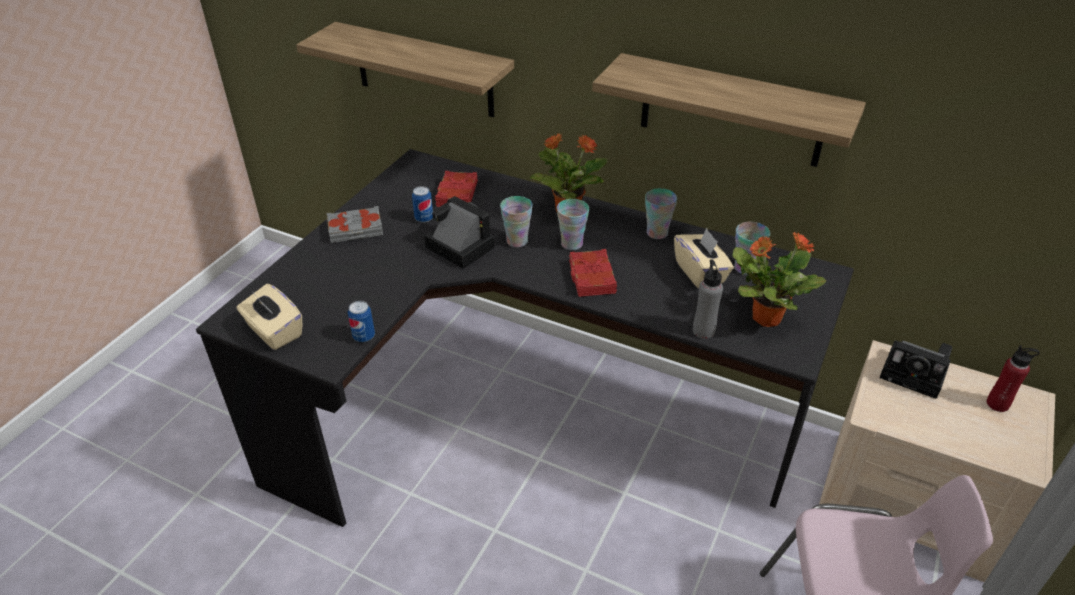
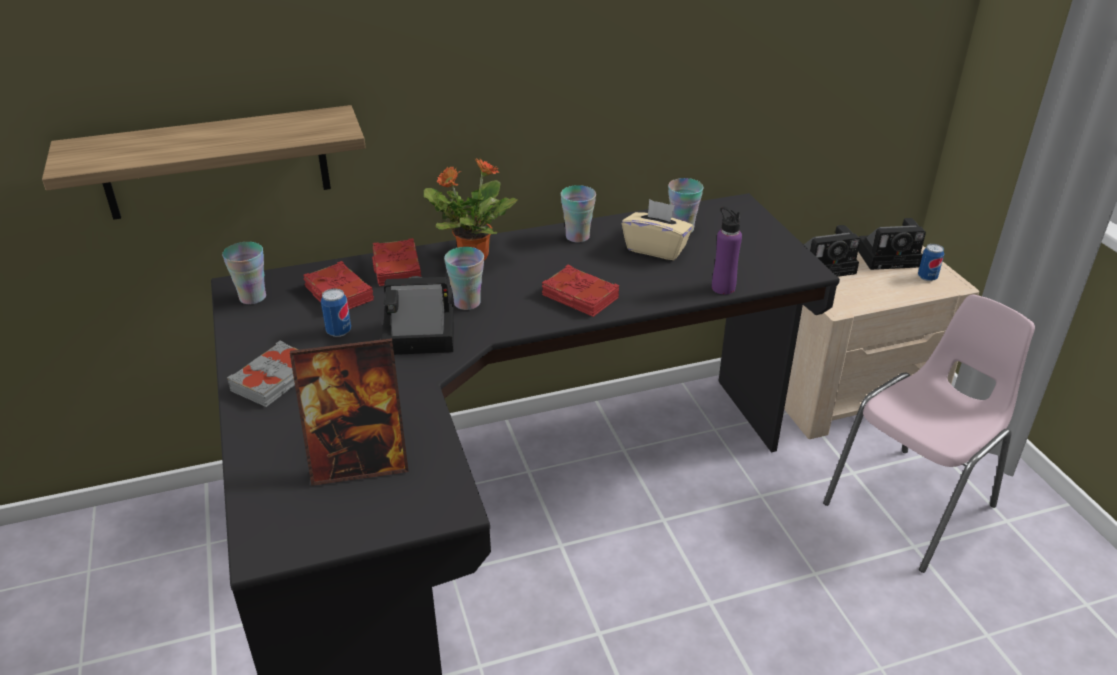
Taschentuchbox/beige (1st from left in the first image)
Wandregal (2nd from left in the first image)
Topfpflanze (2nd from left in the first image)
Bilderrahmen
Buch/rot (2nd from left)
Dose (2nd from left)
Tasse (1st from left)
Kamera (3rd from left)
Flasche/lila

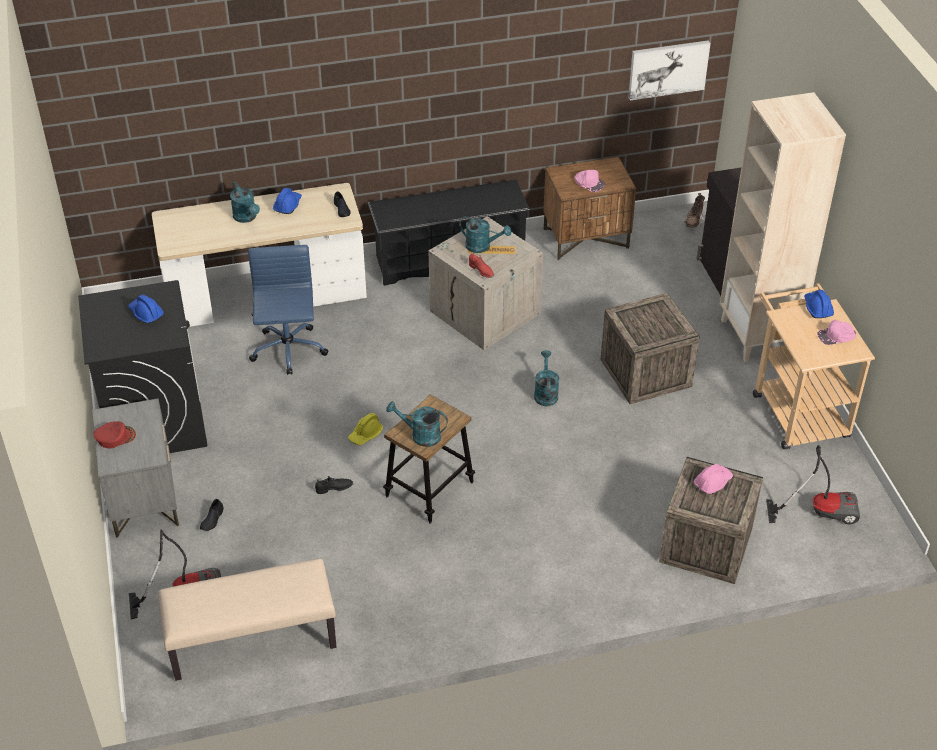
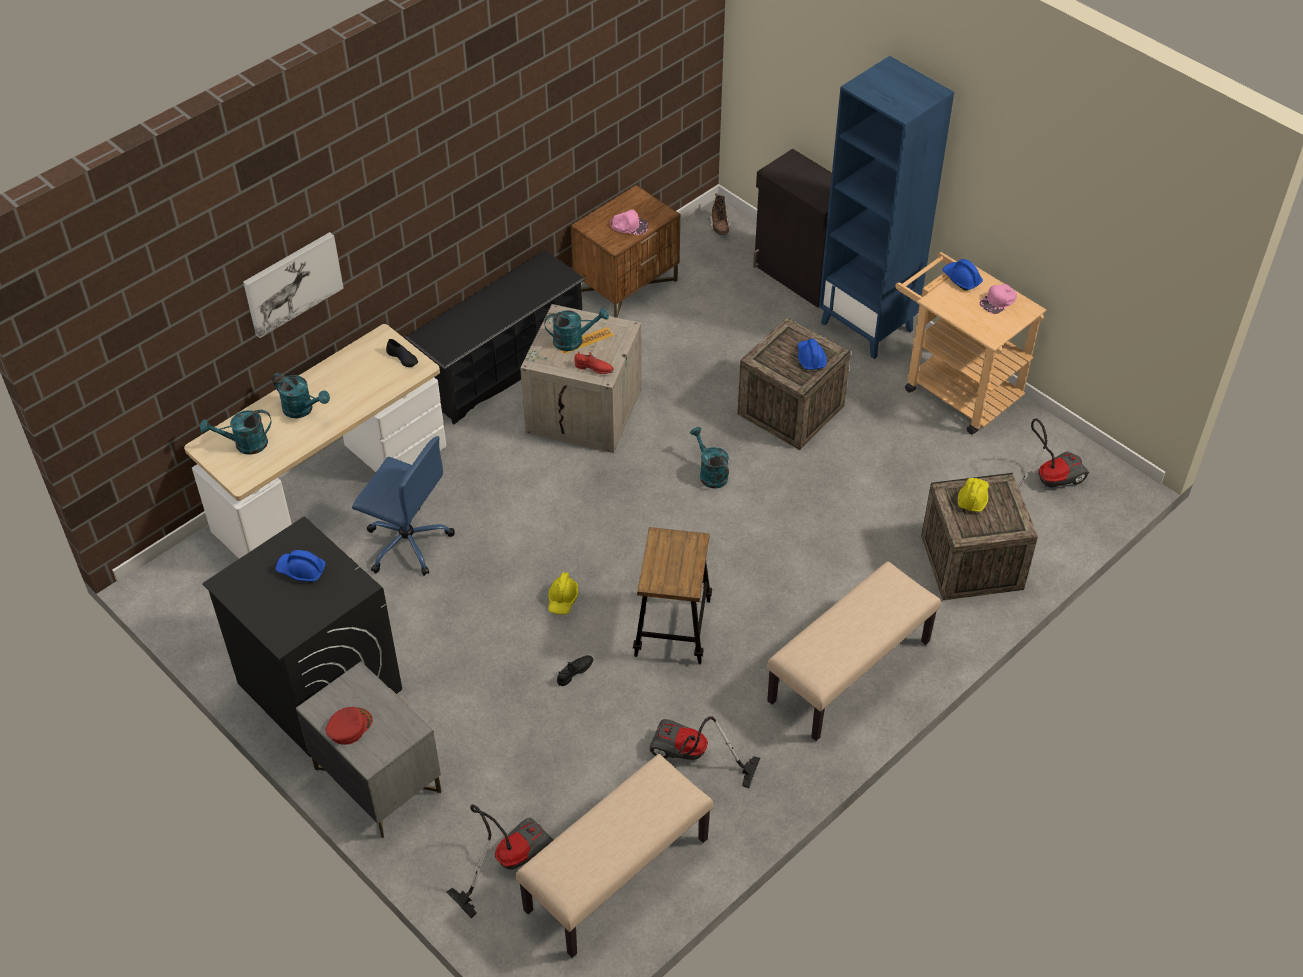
Schuh/schwarz (1st from left in the first image)
Staubsauger (2nd from left)
Bank/beige (2nd from left)
Schutzhelm/blau (2nd from left)
Gießkanne/türkis (1st from left)
Bild
Schutzhelm/gelb (2nd from left)
Bücherregal/blau
Bürostuhl/blau

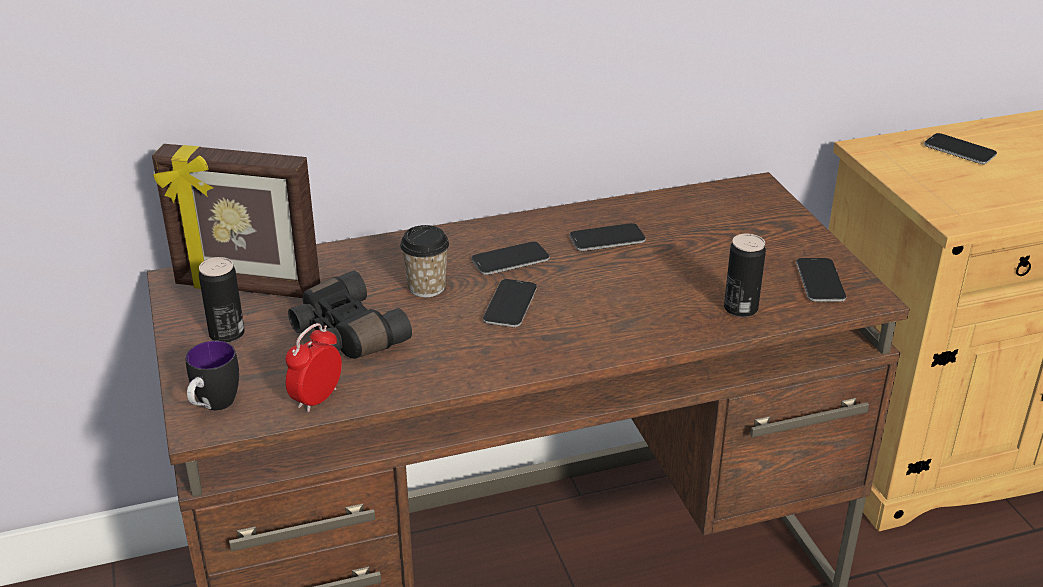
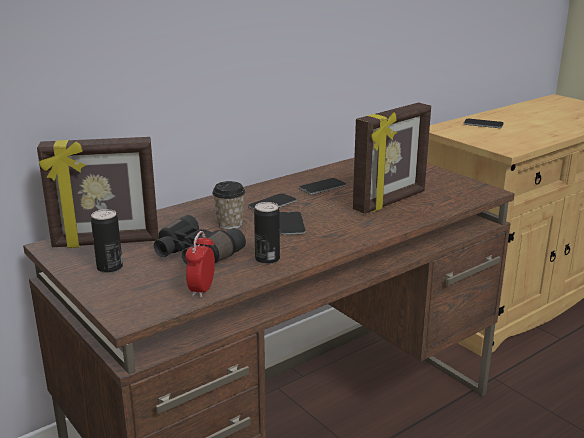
Henkelbecher
Handy (4th from left in the first image)
Bilderrahmen (2nd from left)
Dose (2nd from left)

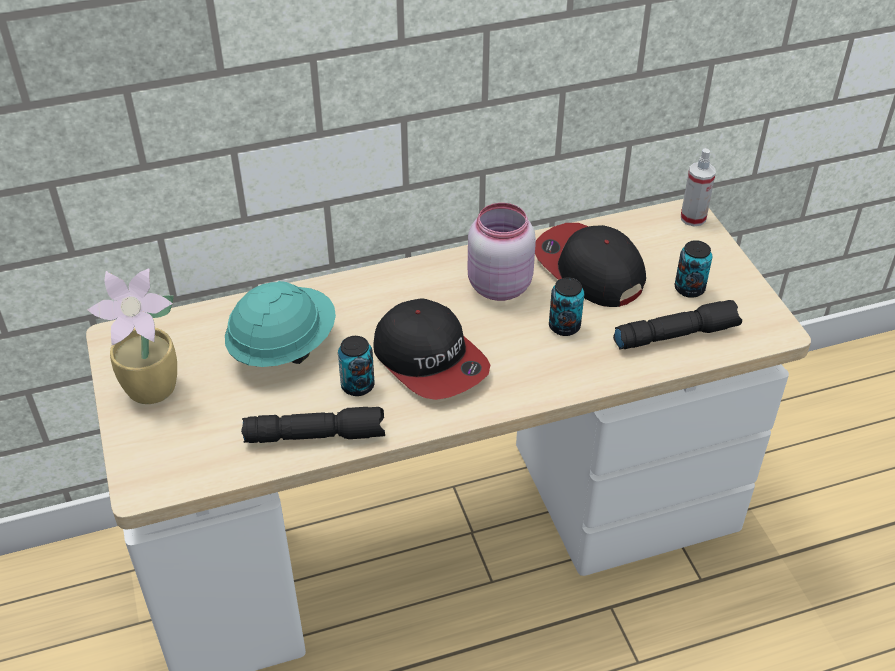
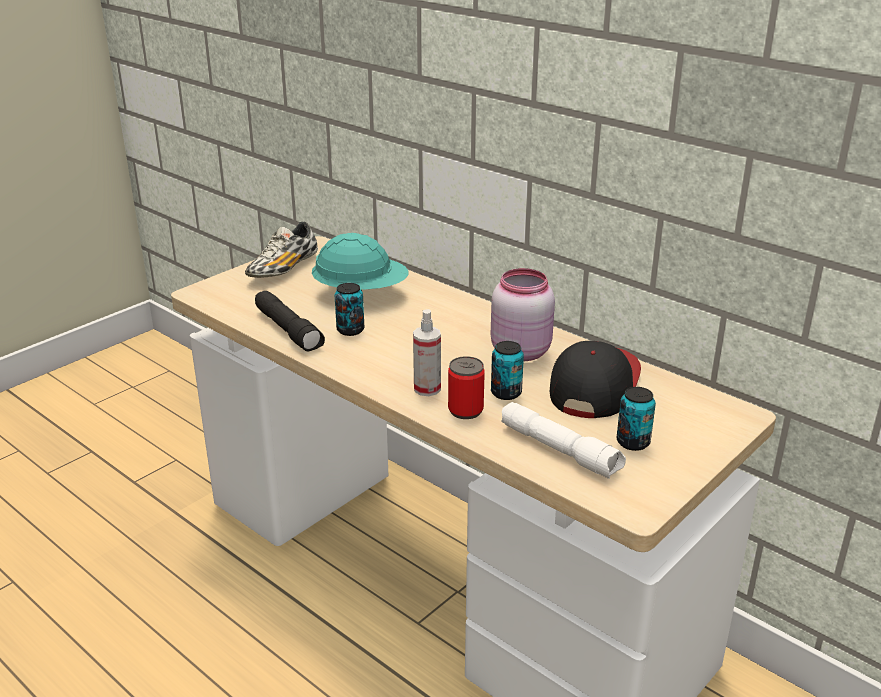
Kappe (1st from left in the first image)
Dose (2nd from left)
Sprühflasche
Schuh
Taschenlampe/weiß

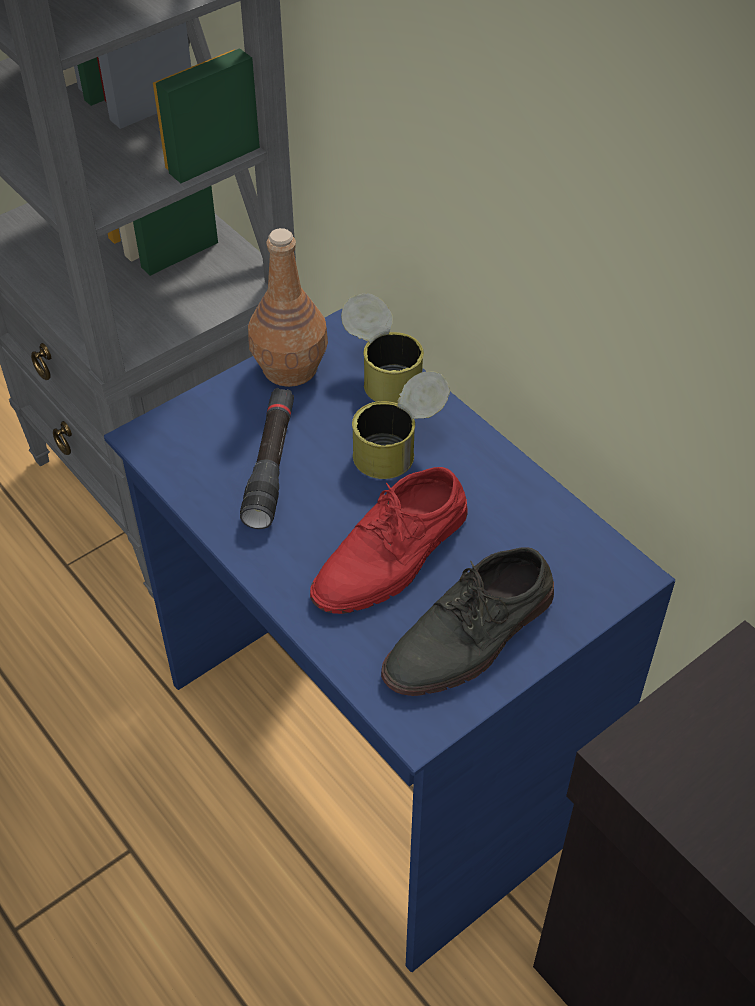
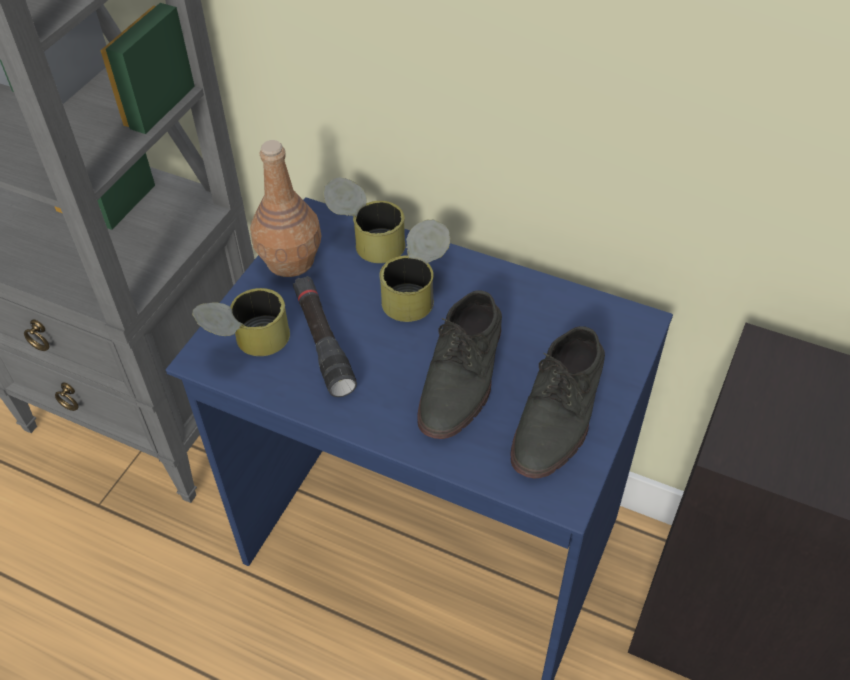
Dose (1st from left)
Schuh/grau (1st from left)

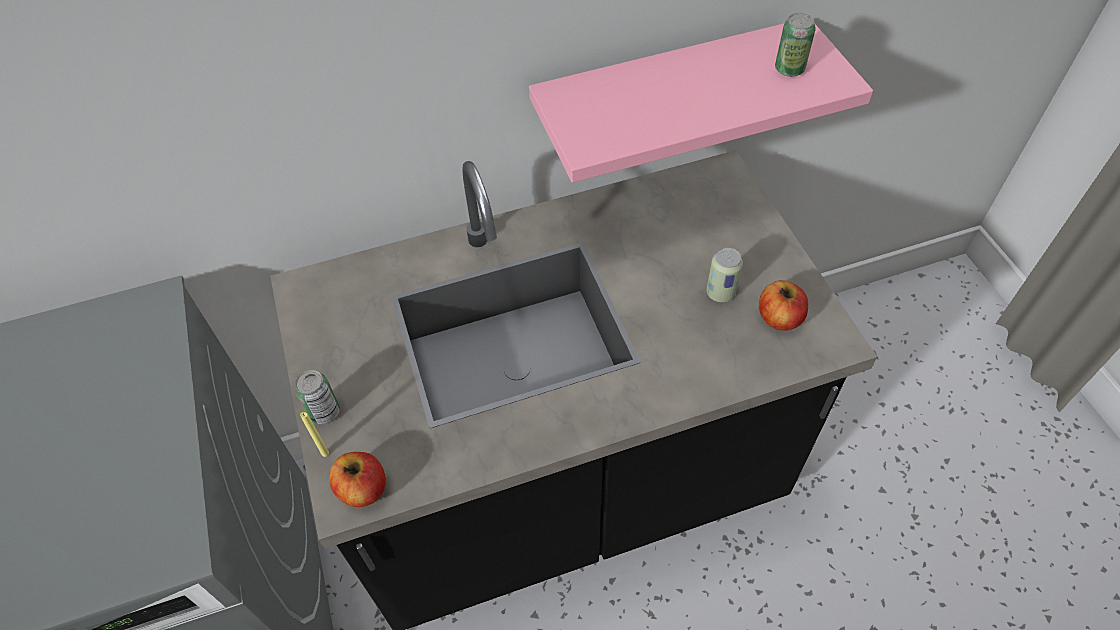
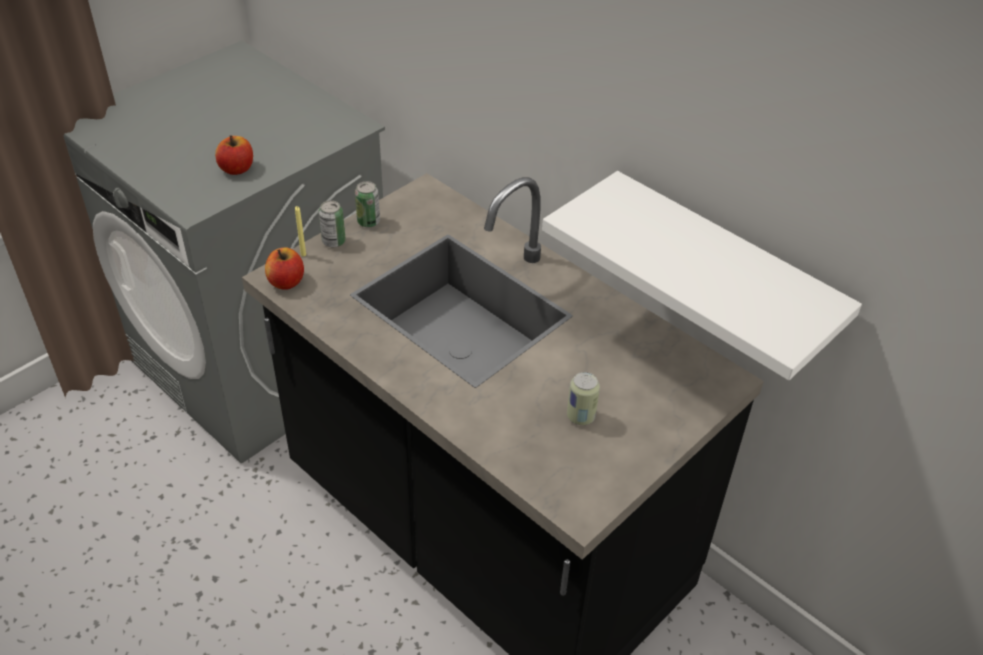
Apfel (1st from left)
Dose (2nd from left)
Wandregal/weiß

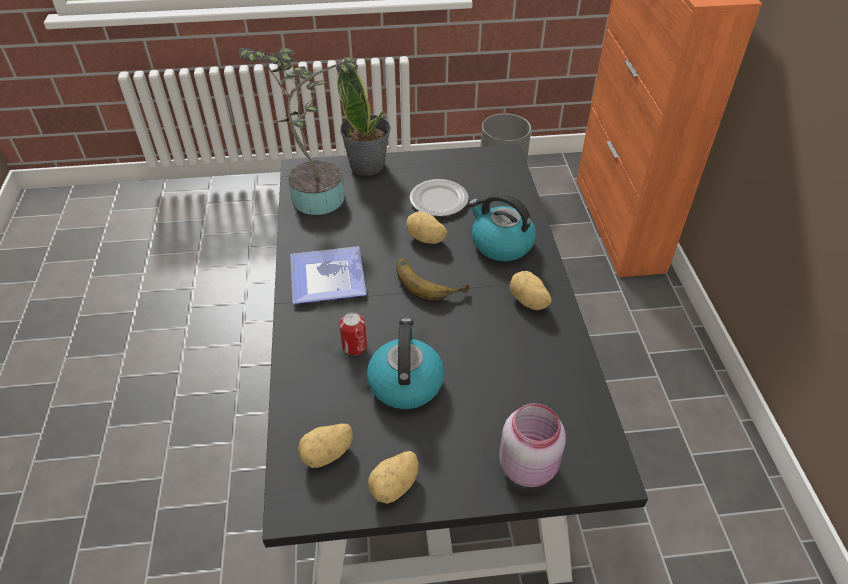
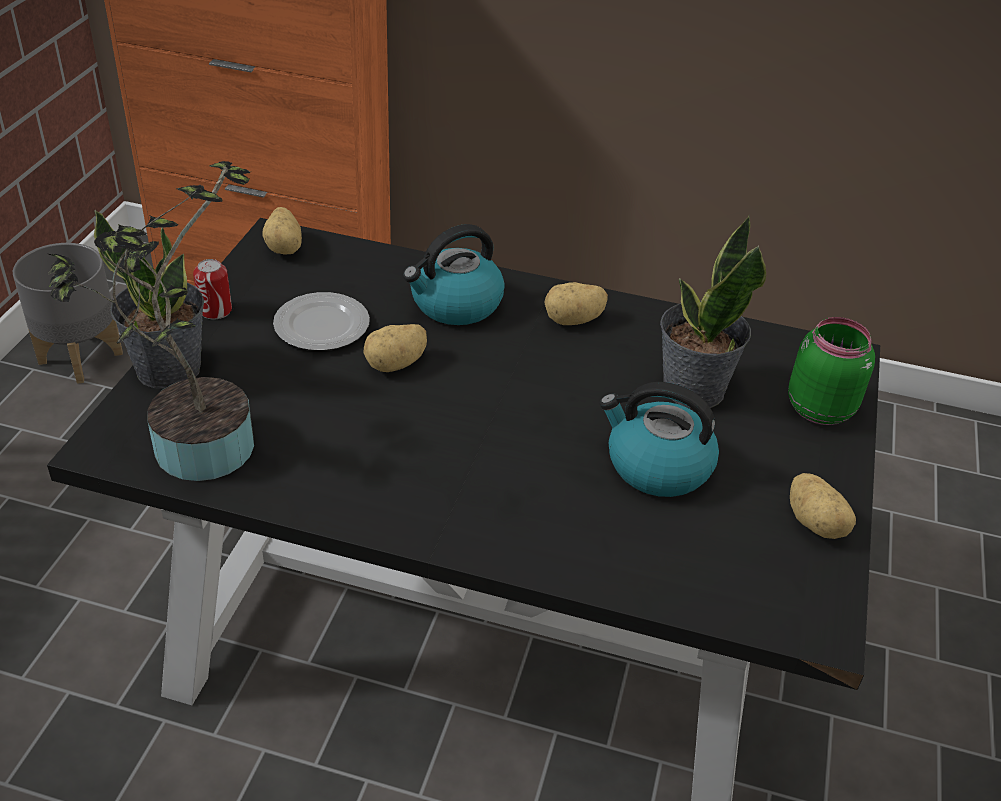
Teller (1st from left in the first image)
Banane
Topfpflanze (3rd from left)
Kartoffel (1st from left)
Dose
Vorratsglas/grün

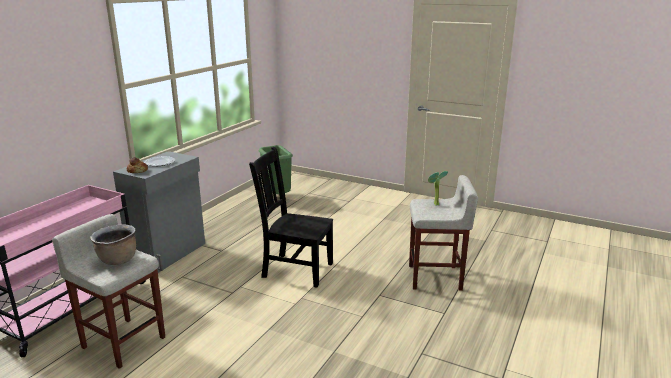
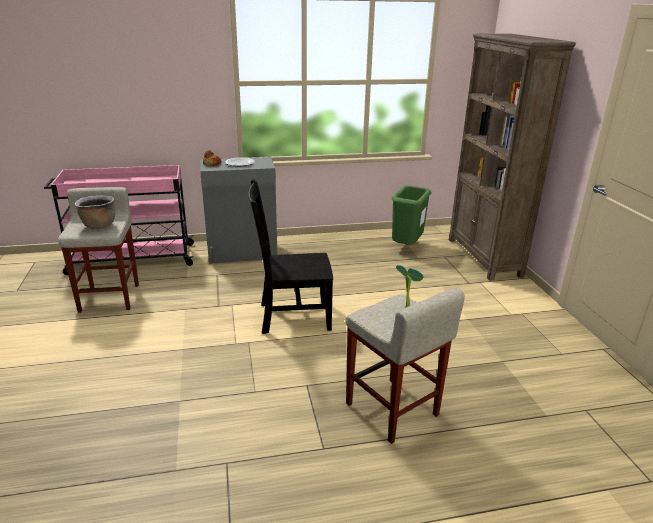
Bücherregal/braun
Stuhl/schwarz

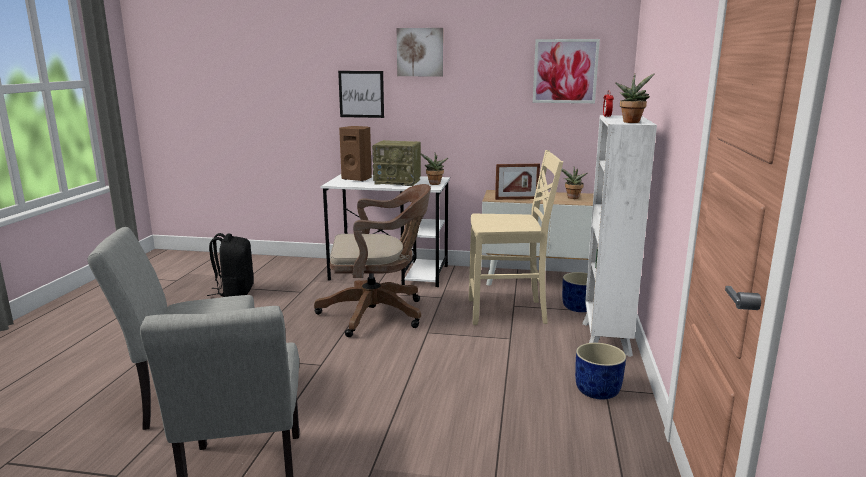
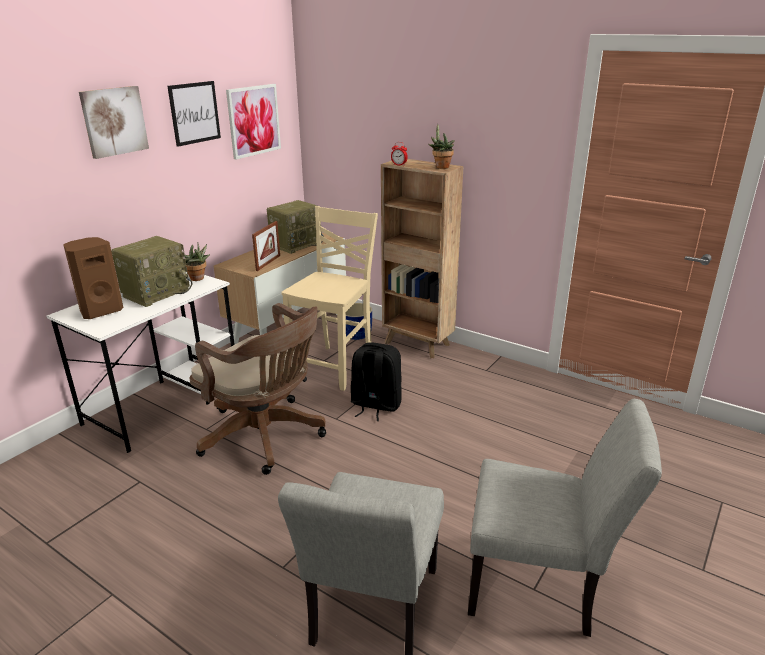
Pflanzkübel/blau (2nd from left in the first image)
Rucksack/schwarz
Bild (2nd from left)
Radio (2nd from left)
Bücherregal/braun
Bürostuhl/braun

